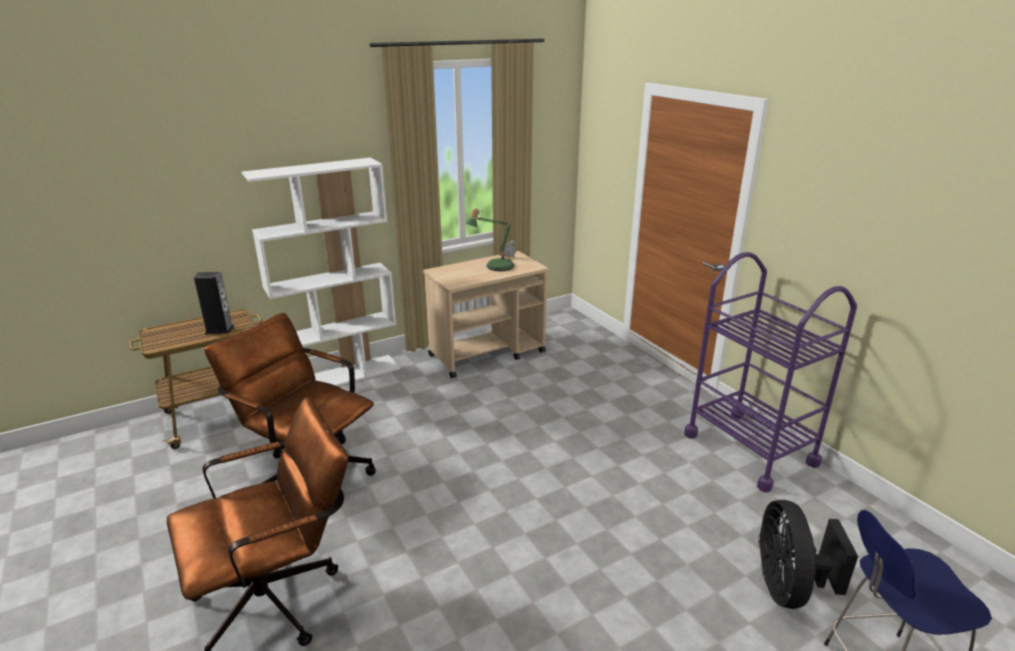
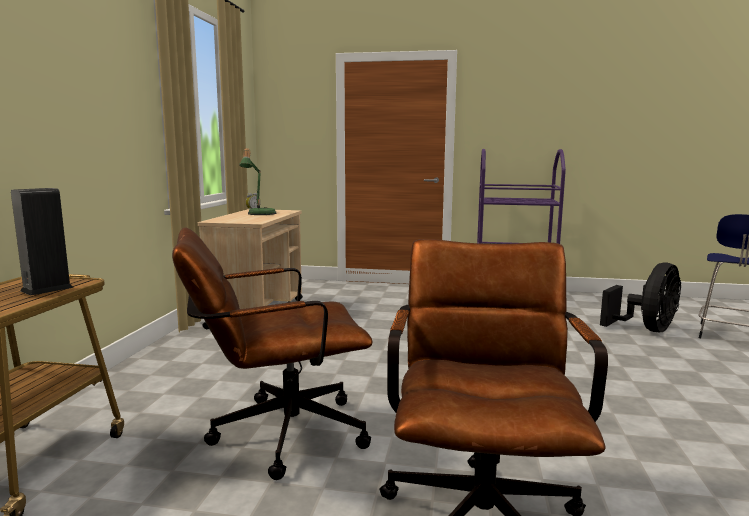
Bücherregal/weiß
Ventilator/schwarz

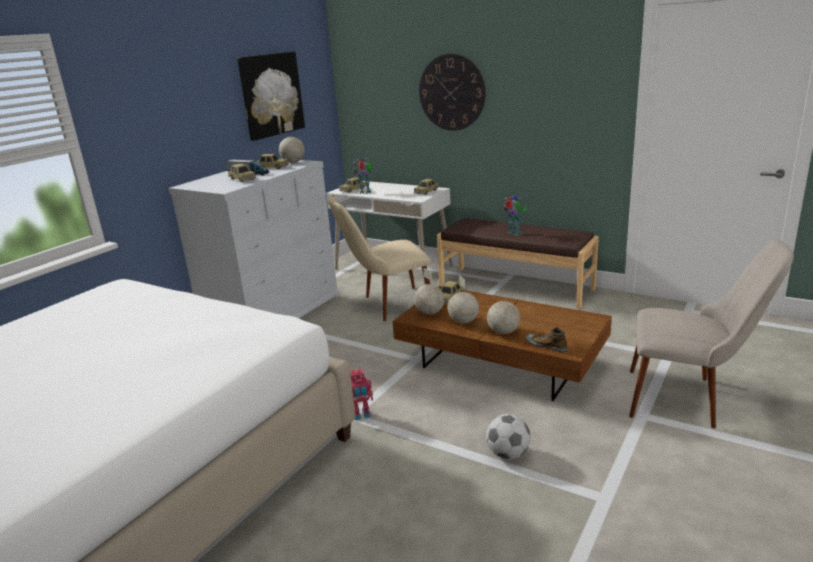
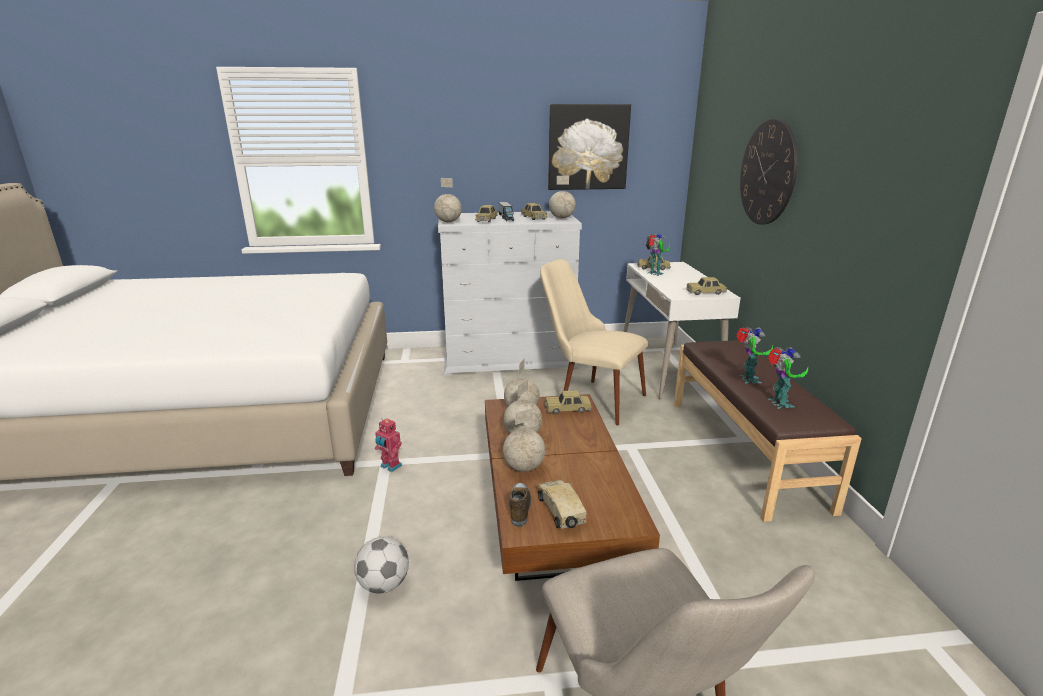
Globus (1st from left)
Spielzeuglaster (2nd from left)
Spielzeugroboter (4th from left)

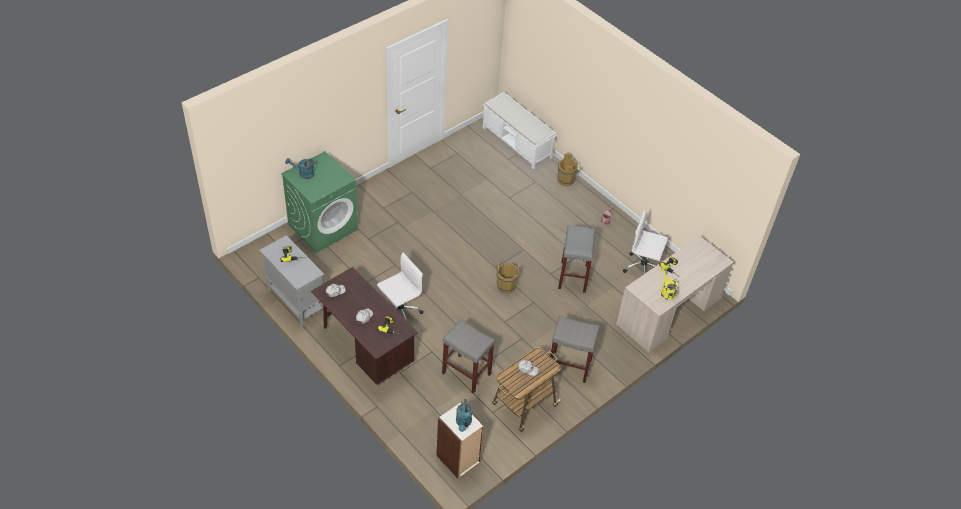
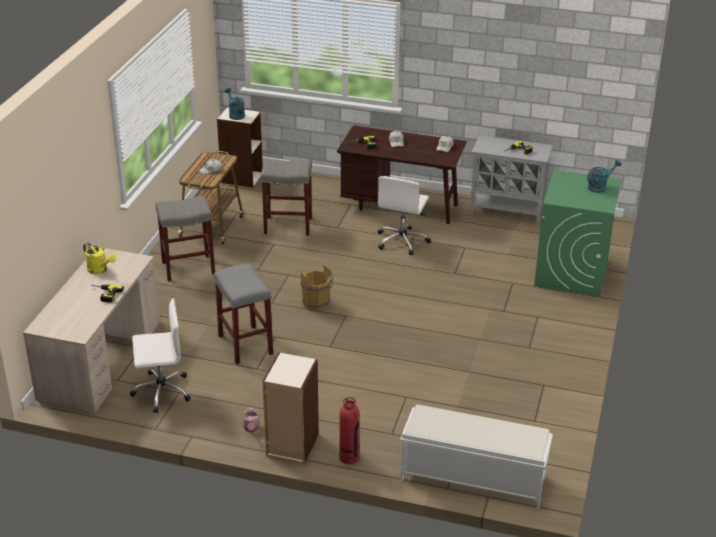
Bücherregal (2nd from left)
Feuerlöscher

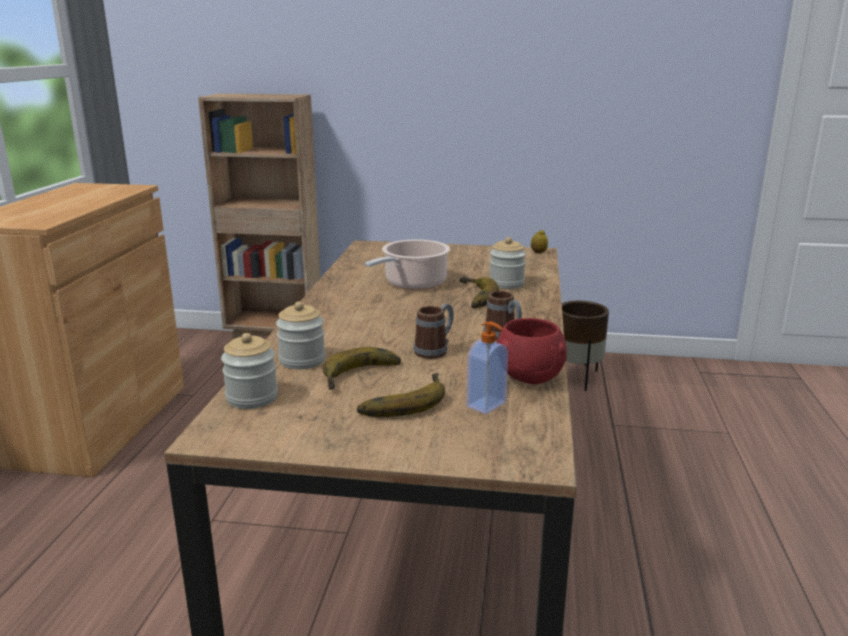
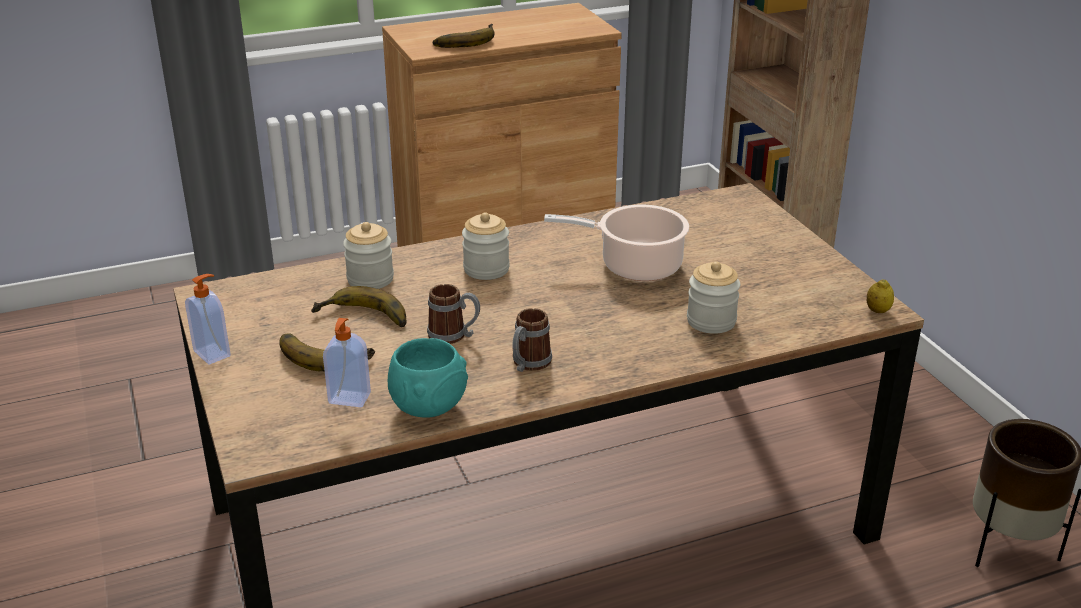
Seifenspender (1st from left)
Vorratsglas (2nd from left)
Banane (3rd from left)
Schüssel/türkis

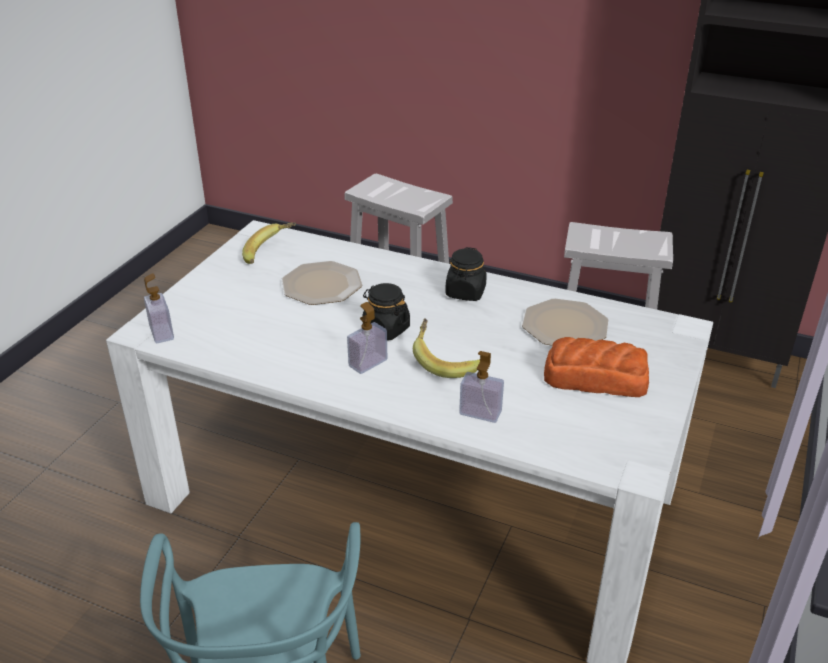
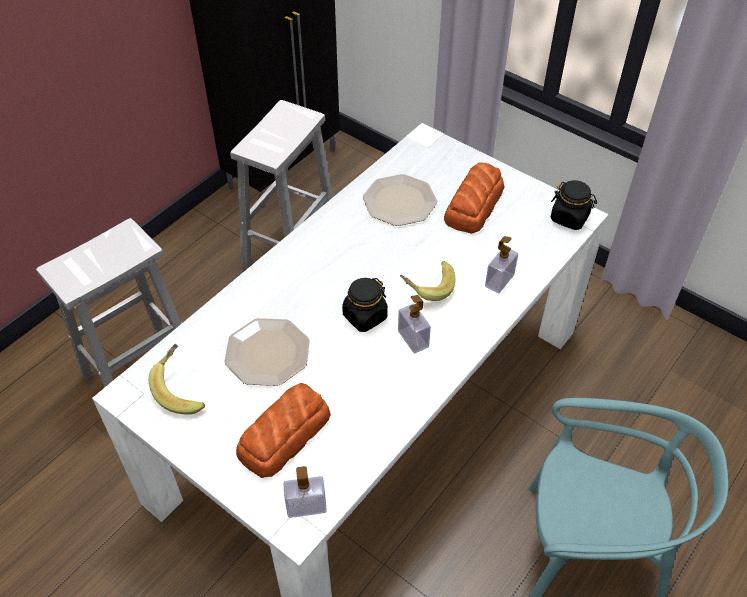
Brot (1st from left)
Vorratsglas/schwarz (2nd from left)

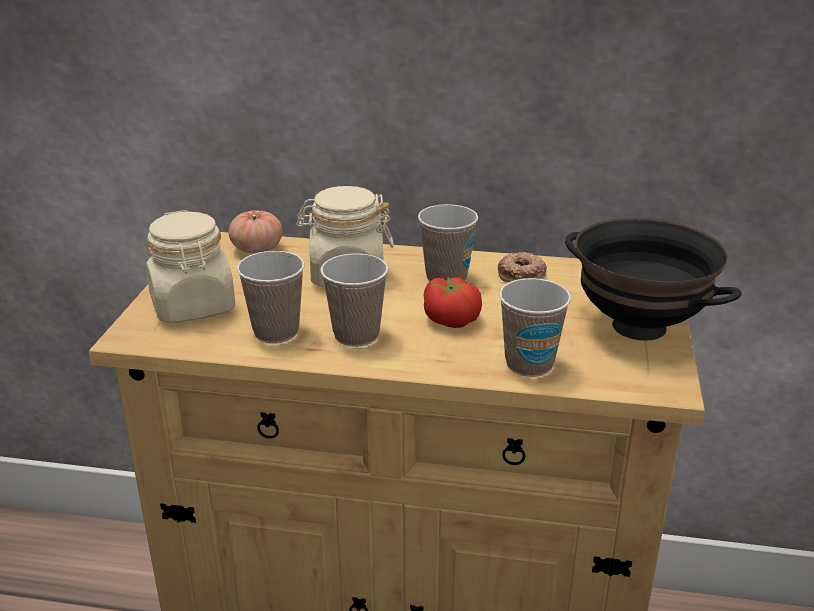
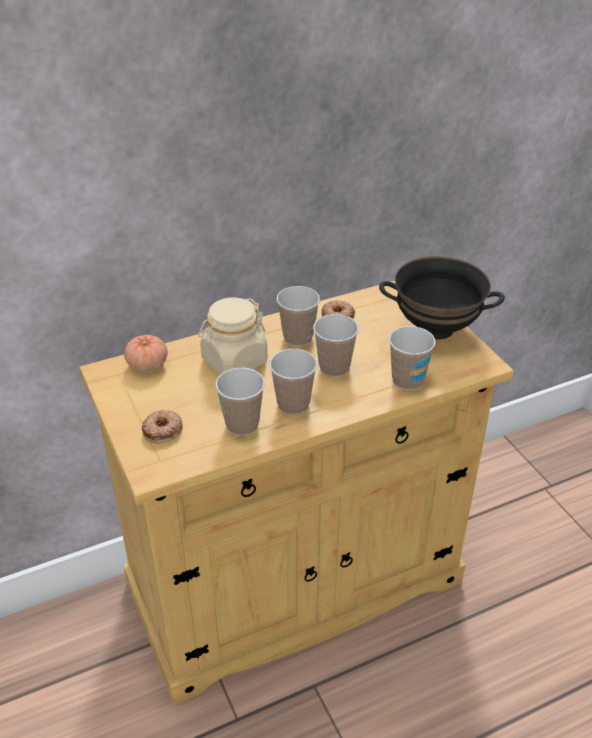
Donut (1st from left)
Tasse (4th from left)

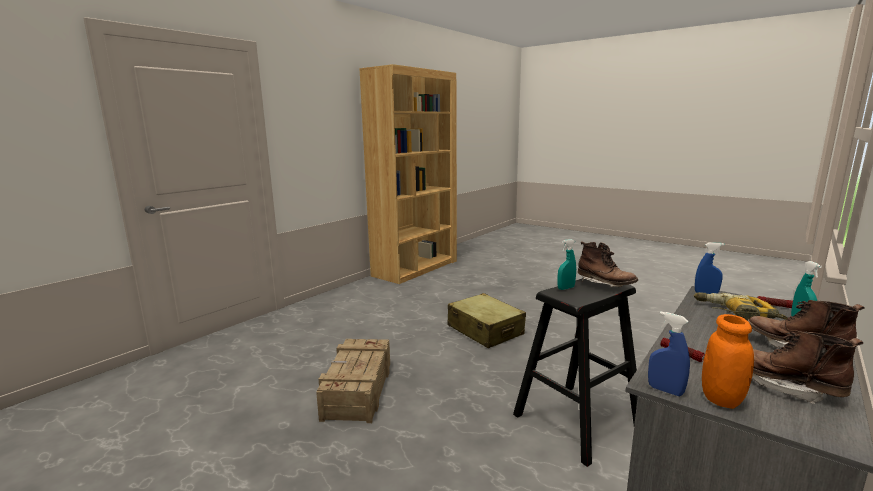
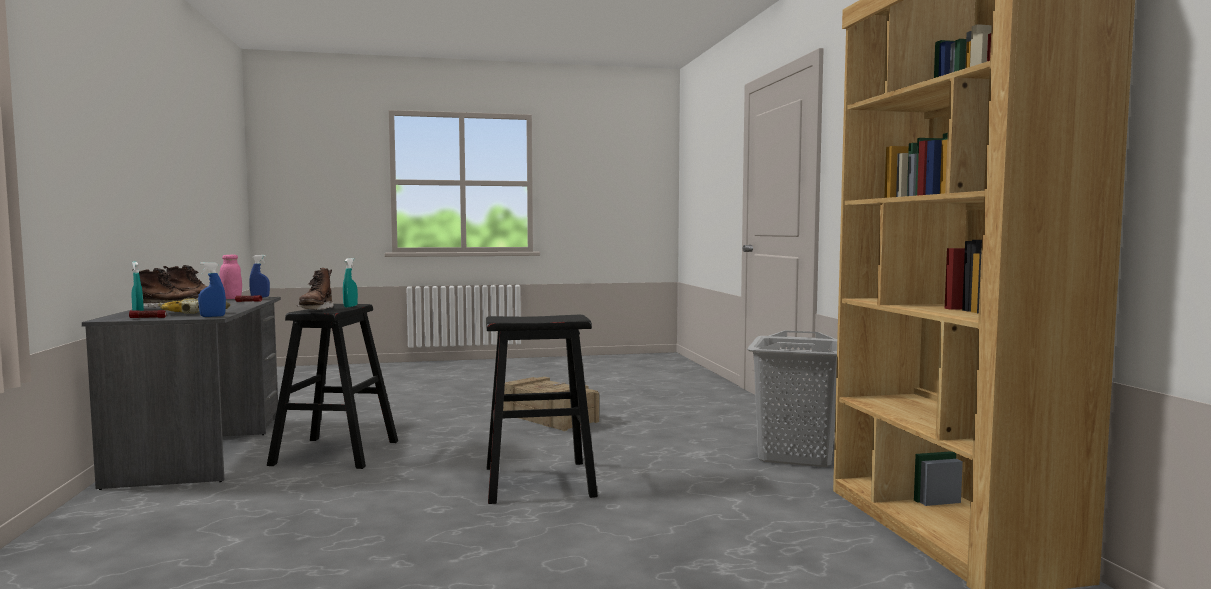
Wäschekorb/grau
Hocker/schwarz (2nd from left)
Vorratsglas/rosa
Stiefel/braun (3rd from left)

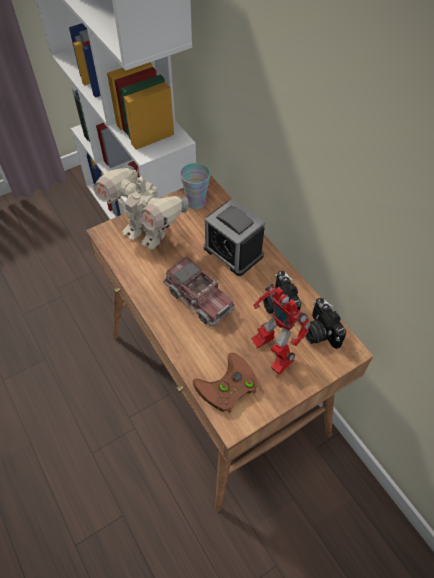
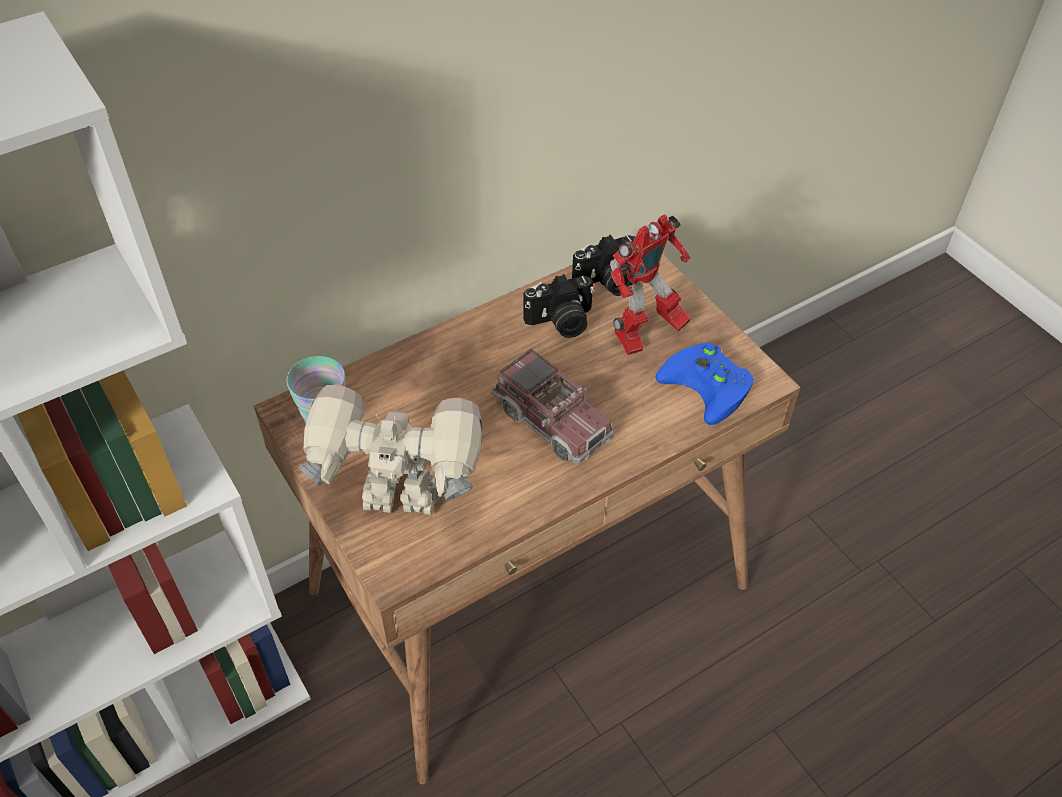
Wecker
Gamepad/blau
Spielzeugroboter (1st from left)
Spielzeuglaster

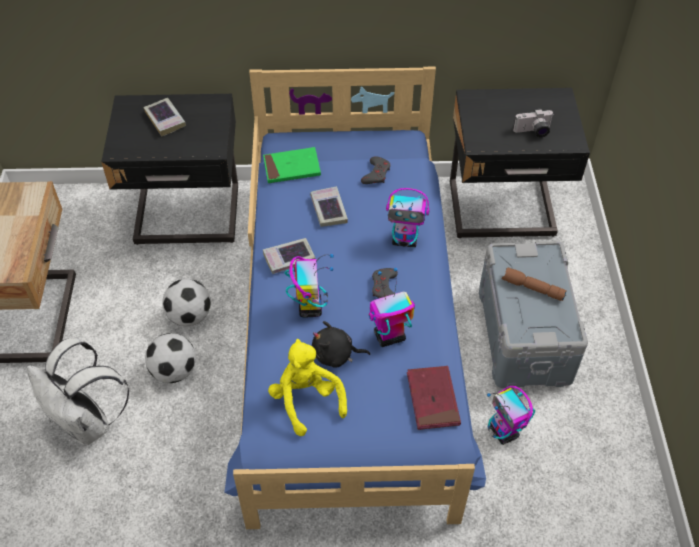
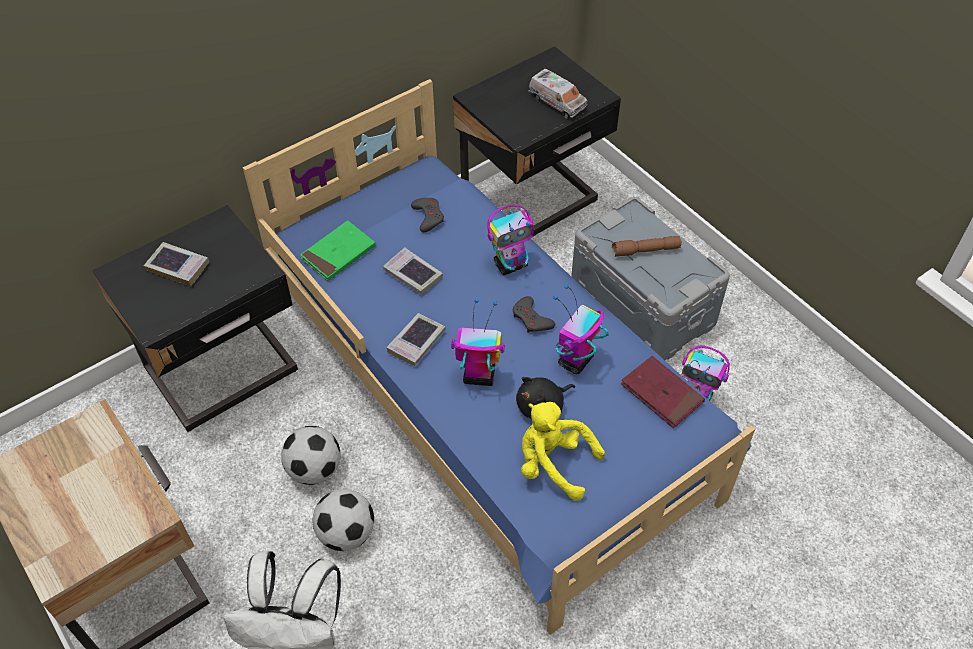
Spielzeuglaster
Spielzeugroboter (1st from left)

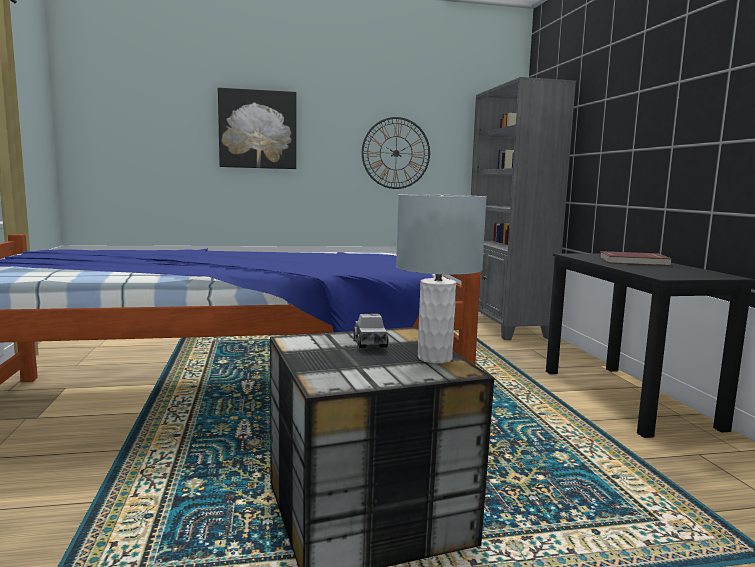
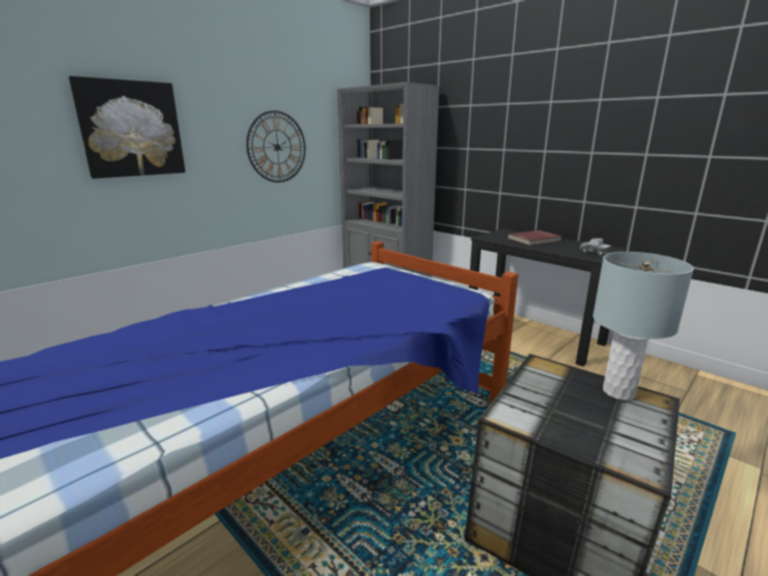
Spielzeuglaster

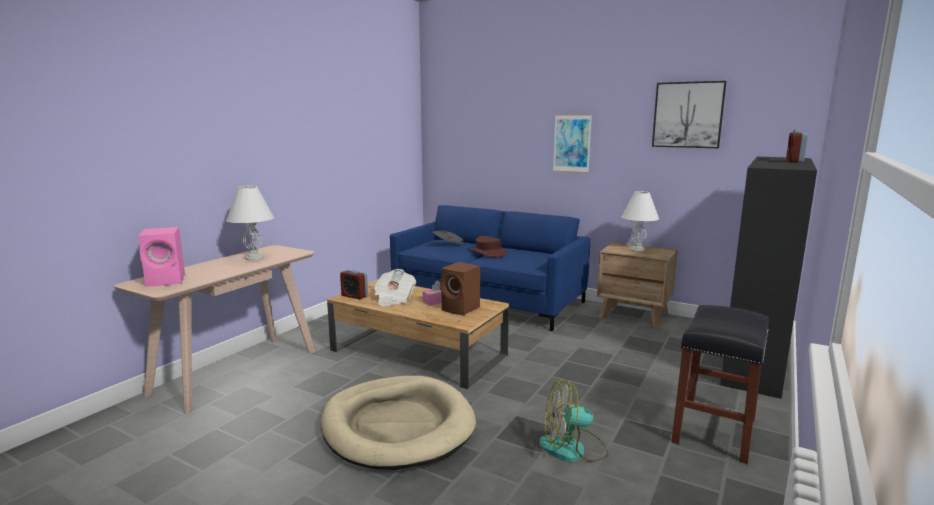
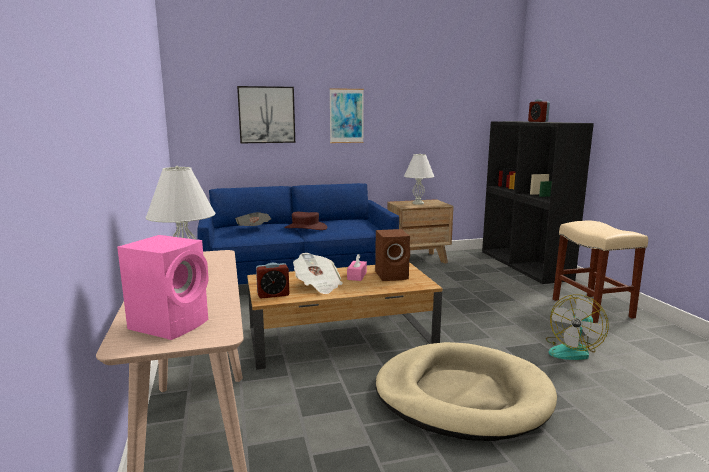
Bild (1st from left)
Hocker/beige

